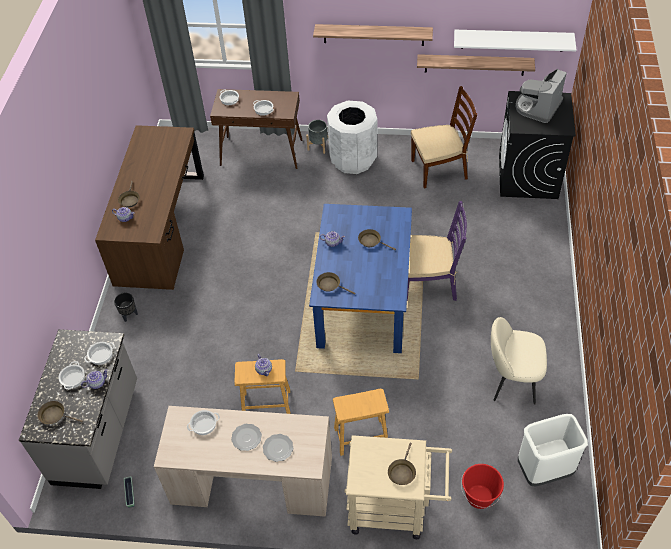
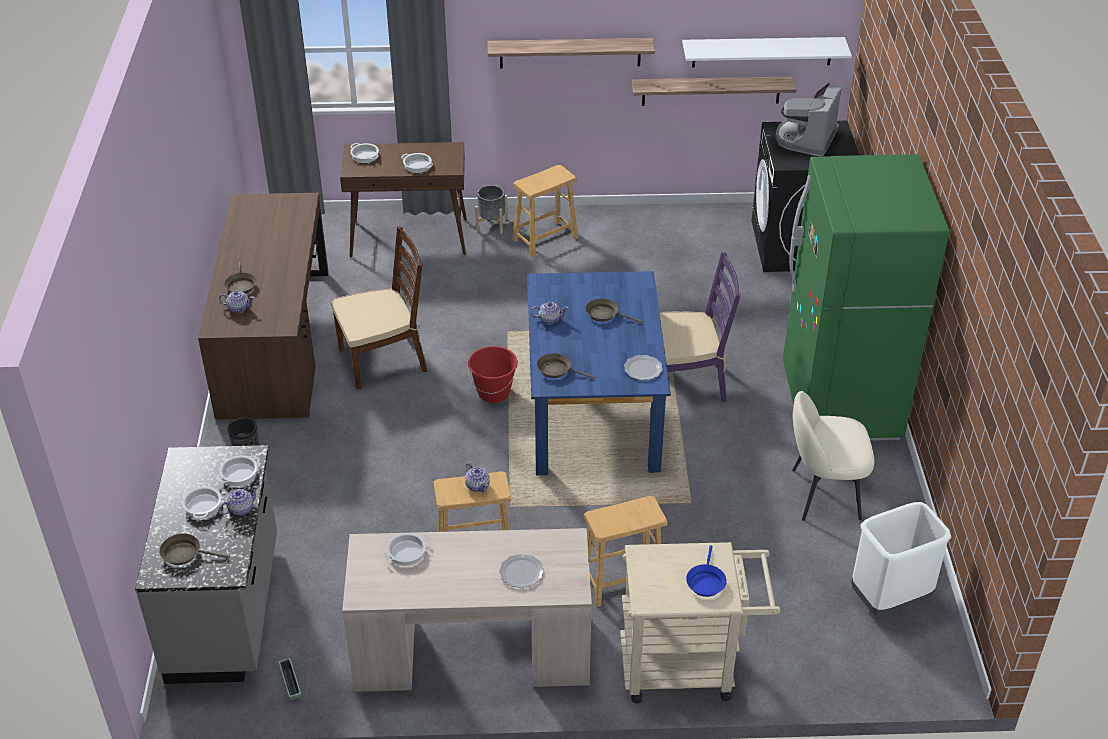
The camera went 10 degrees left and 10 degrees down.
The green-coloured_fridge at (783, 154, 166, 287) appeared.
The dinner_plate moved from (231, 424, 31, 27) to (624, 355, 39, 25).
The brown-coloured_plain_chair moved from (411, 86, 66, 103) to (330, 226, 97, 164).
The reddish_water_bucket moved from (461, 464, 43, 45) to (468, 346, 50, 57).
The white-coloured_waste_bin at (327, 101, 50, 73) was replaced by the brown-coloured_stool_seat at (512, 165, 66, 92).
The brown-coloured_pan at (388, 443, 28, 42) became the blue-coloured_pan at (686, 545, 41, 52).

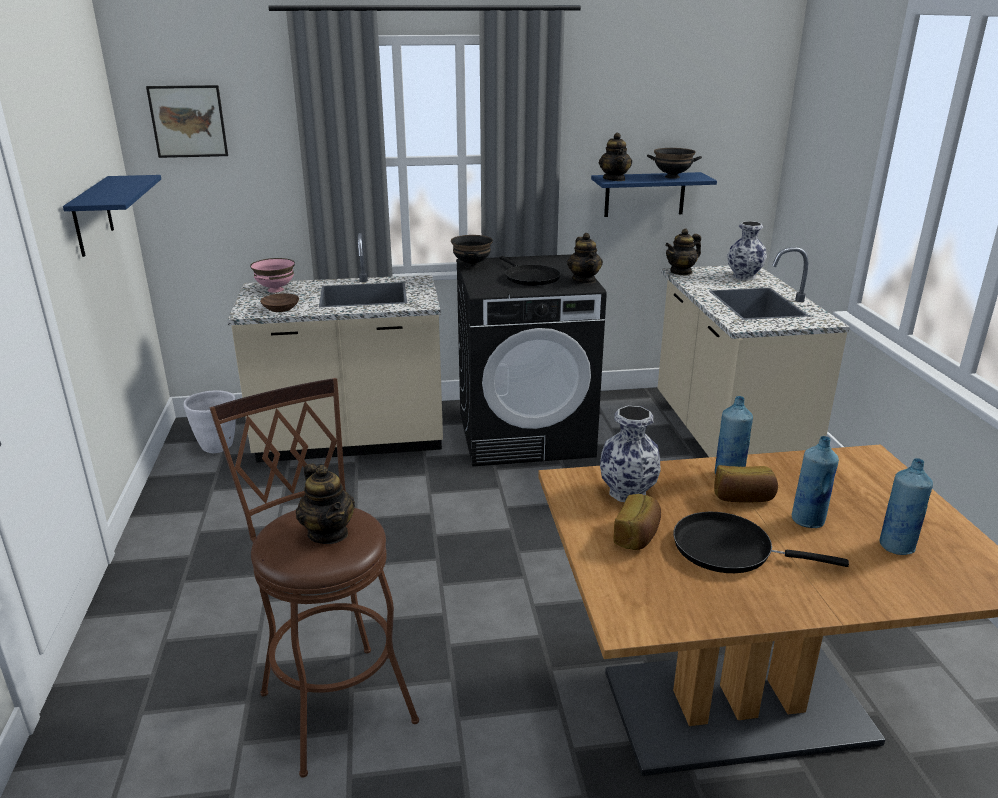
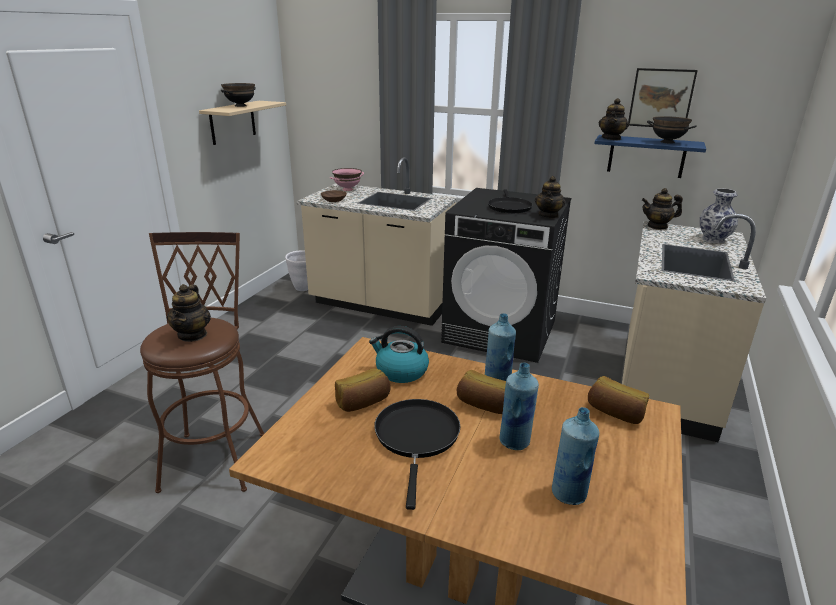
The camera went 30 degrees right and 0 degrees up.
The baked_bread at (588, 376, 61, 48) appeared.
The wall_picture moved from (146, 85, 82, 73) to (628, 68, 70, 59).
The black_deep_dish moved from (451, 235, 42, 33) to (221, 83, 35, 24).
The decorative_vase at (600, 406, 61, 96) was replaced by the tea_kettle at (369, 326, 60, 57).
The blue-coloured_wall_shelf at (63, 175, 98, 82) became the sand-coloured_wall_shelf at (199, 101, 87, 44).
The black_pan at (673, 512, 176, 61) turned 45 degrees clockwise.

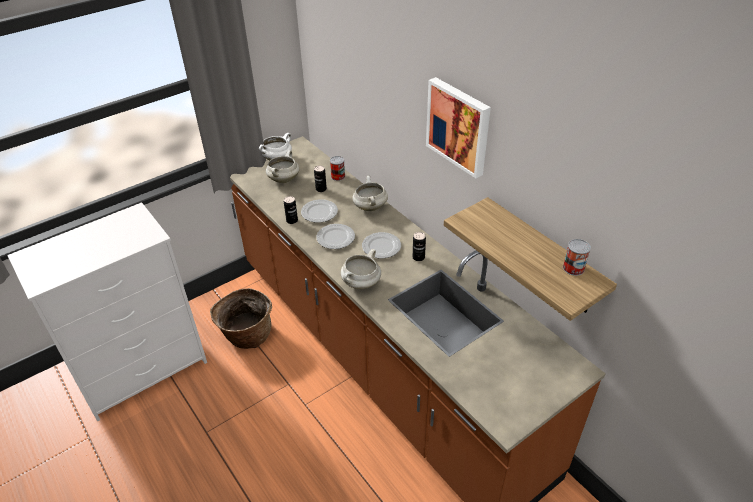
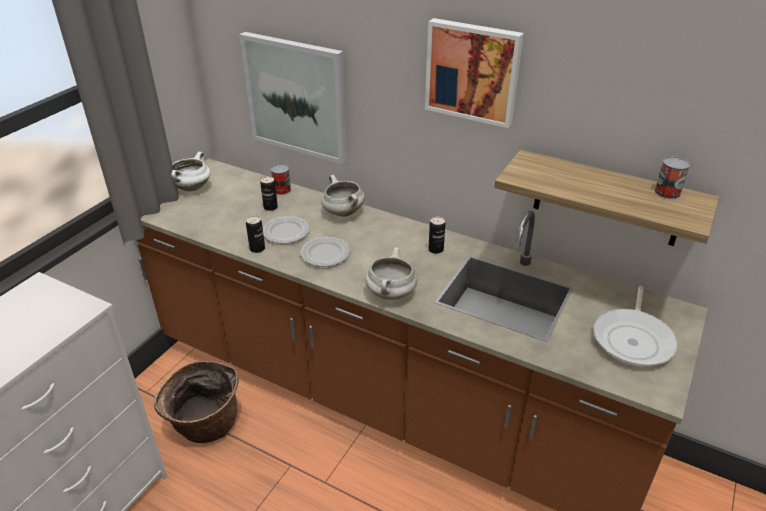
The camera went 25 degrees left and 5 degrees down.
The white-coloured_stockpot at (266, 150, 33, 33) disappeared.
The dinner_plate at (362, 232, 39, 26) disappeared.
The wall_picture at (239, 32, 108, 132) appeared.
The pan at (593, 286, 85, 80) appeared.

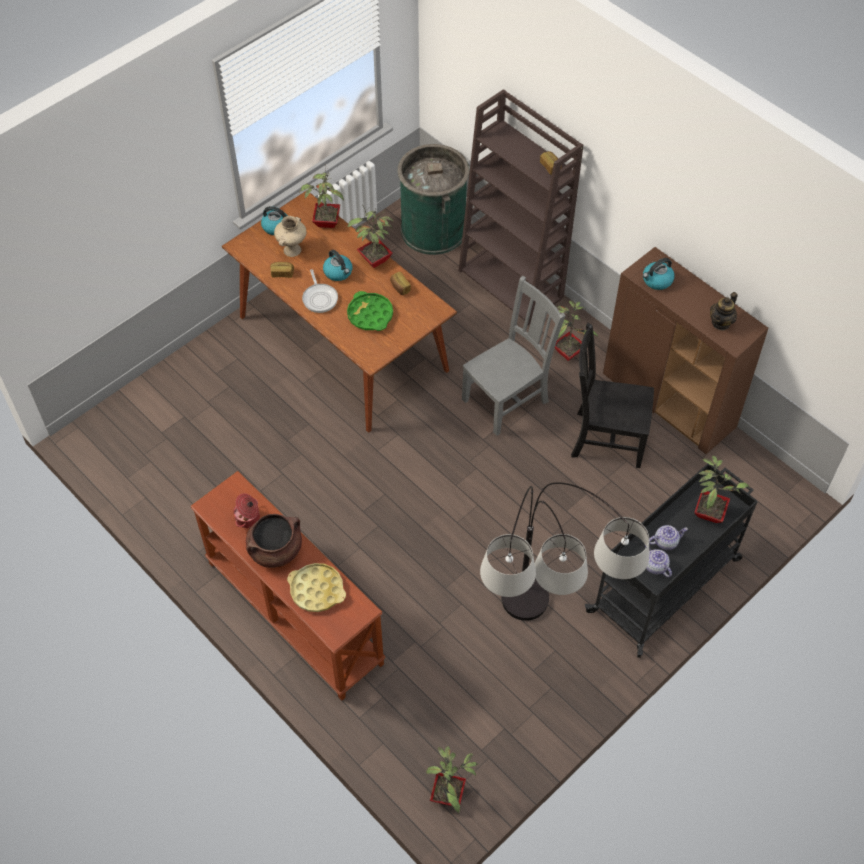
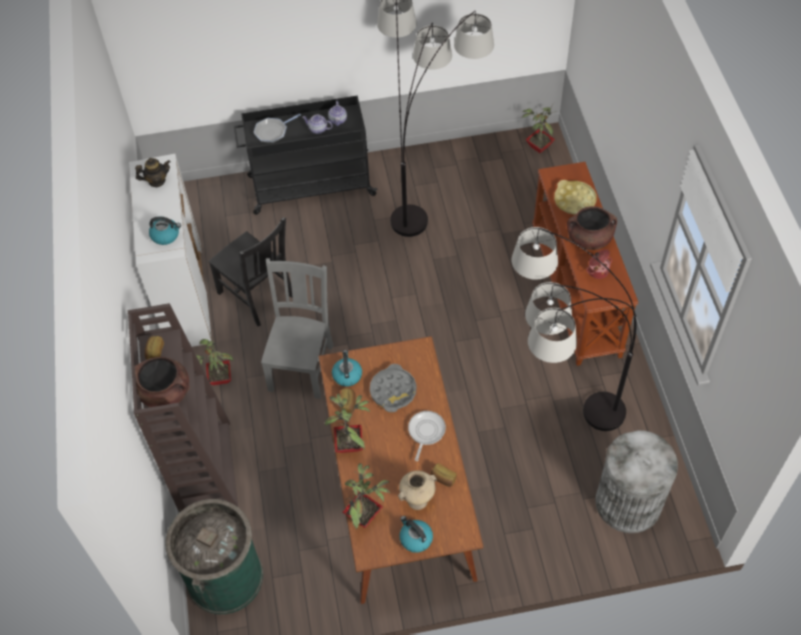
The camera went 145 degrees left and 0 degrees up.
The brown-coloured_stockpot at (135, 357, 55, 50) appeared.
The standard_lamp at (512, 227, 125, 204) appeared.
The greyish_waste_bin at (595, 430, 83, 103) appeared.
The tea_kettle moved from (323, 250, 30, 31) to (332, 350, 30, 37).
The houseplant at (694, 456, 56, 67) was replaced by the pan at (254, 114, 47, 29).
The green-coloured_serving_tray at (347, 291, 46, 40) became the greyish_serving_tray at (370, 364, 47, 48).
The brown-coloured_cabinet at (603, 247, 165, 207) became the white-coloured_cabinet at (129, 154, 83, 193).
The greyish_plain_chair at (462, 275, 103, 161) turned 105 degrees clockwise.

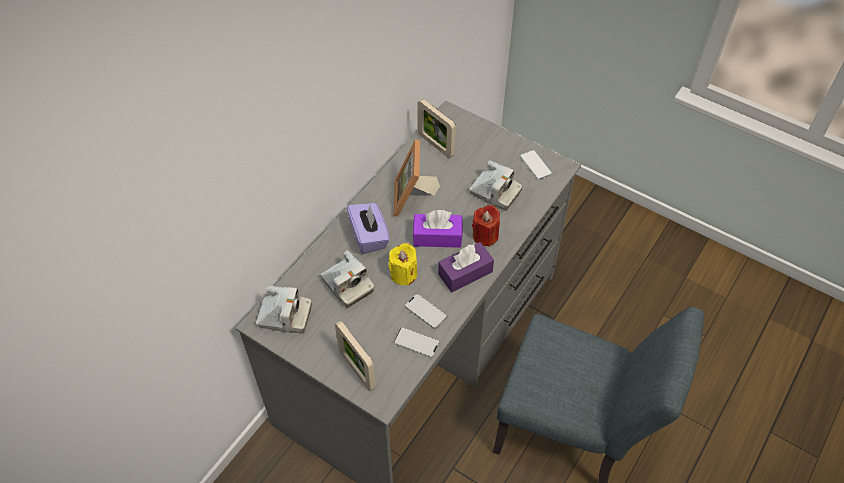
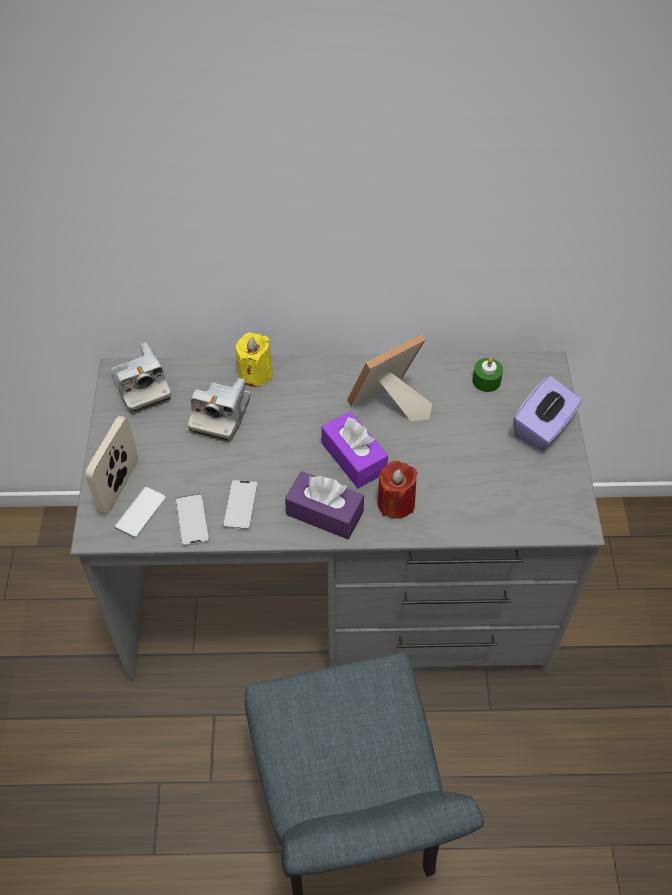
The camera went 55 degrees right and 0 degrees up.
The photo_camera at (469, 160, 53, 51) disappeared.
The purplish_box_of_tissues moved from (347, 203, 43, 51) to (513, 376, 69, 75).
The yellowish_wax_candle moved from (389, 243, 28, 43) to (236, 332, 37, 54).
The telephone moved from (520, 150, 32, 30) to (114, 486, 52, 52).
The picture_frame at (417, 99, 39, 59) was replaced by the green-coloured_wax_candle at (472, 358, 31, 34).

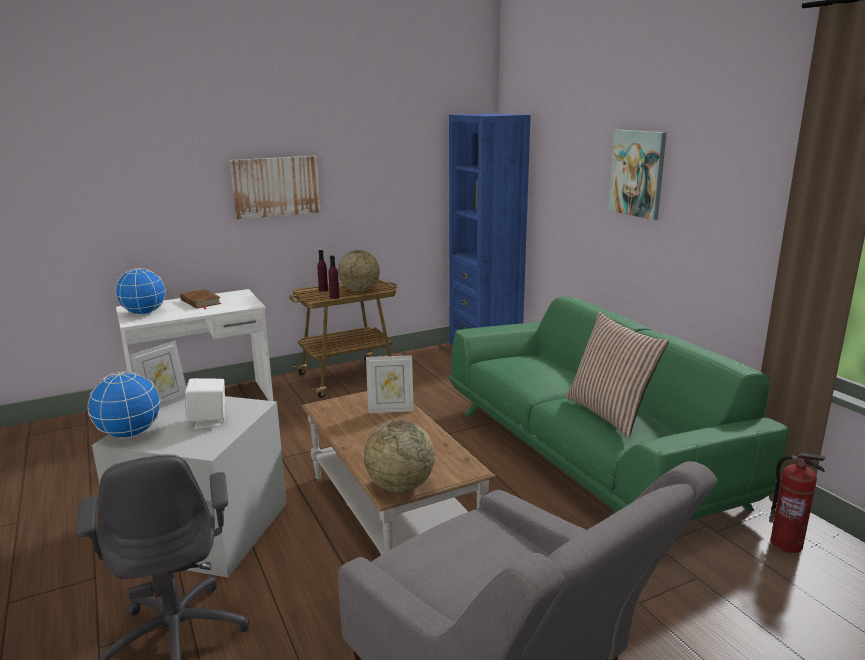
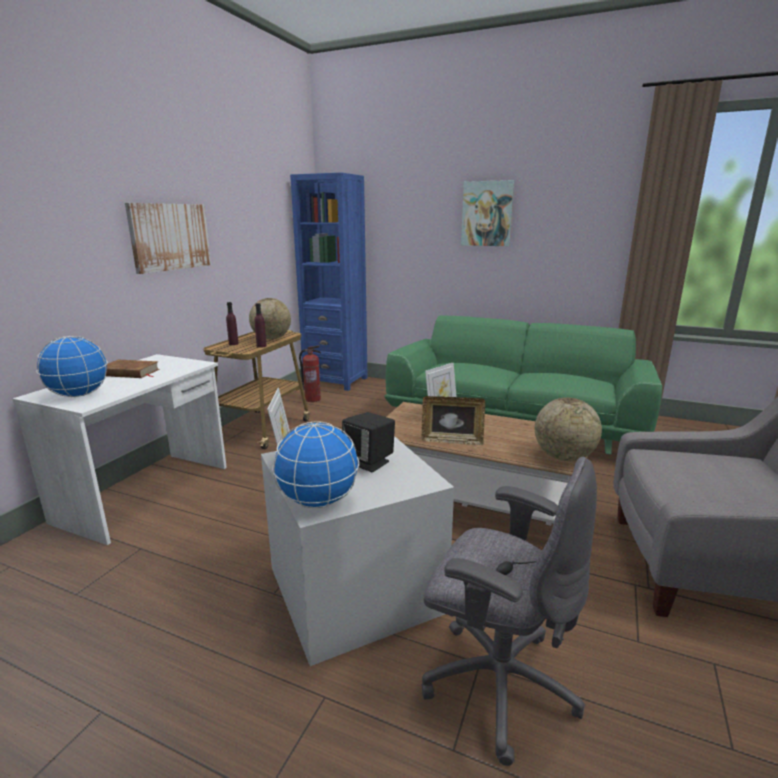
The camera went 40 degrees left and 0 degrees up.
The throw_pillow at (566, 311, 103, 127) disappeared.
The picture_frame at (421, 396, 64, 49) appeared.
The fire-fighting_cylinder moved from (769, 452, 57, 101) to (299, 345, 22, 57).
The white-coloured_speaker at (185, 378, 40, 51) became the black_speaker at (342, 412, 53, 60).

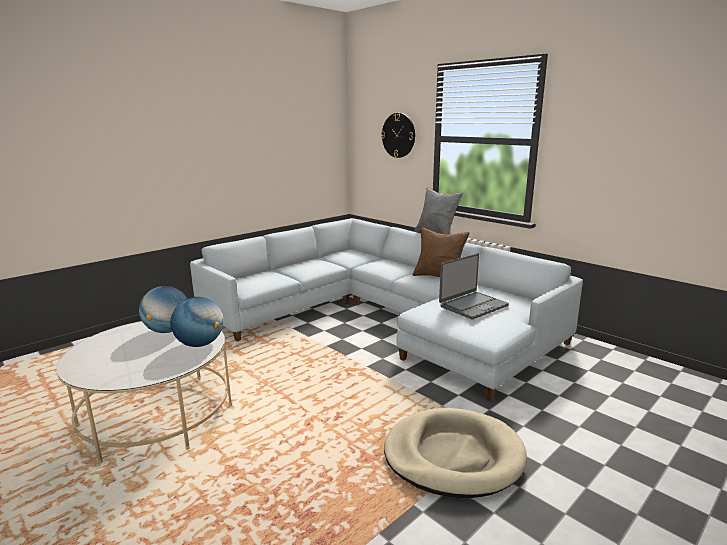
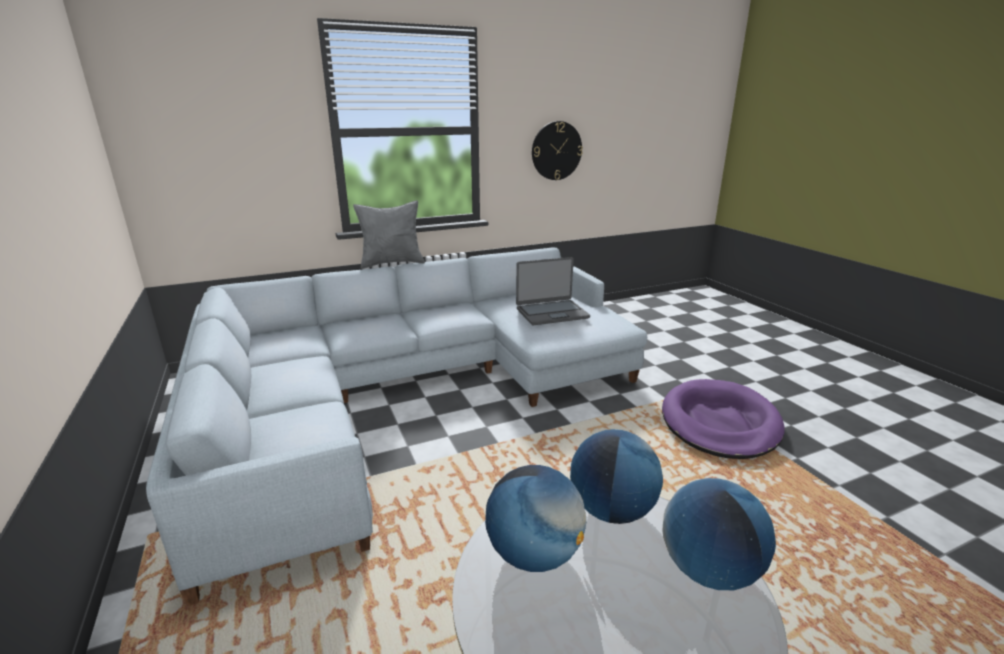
The camera went 70 degrees left and 5 degrees up.
The brown-coloured_throw_pillow at (413, 227, 56, 50) disappeared.
The world_globe at (662, 478, 114, 112) appeared.
The wall_clock moved from (381, 113, 34, 45) to (532, 121, 51, 59).
The sand-coloured_dog_cushion at (384, 408, 143, 90) became the purplish_dog_cushion at (662, 379, 123, 80).
The laptop at (439, 253, 70, 67) turned 90 degrees clockwise.

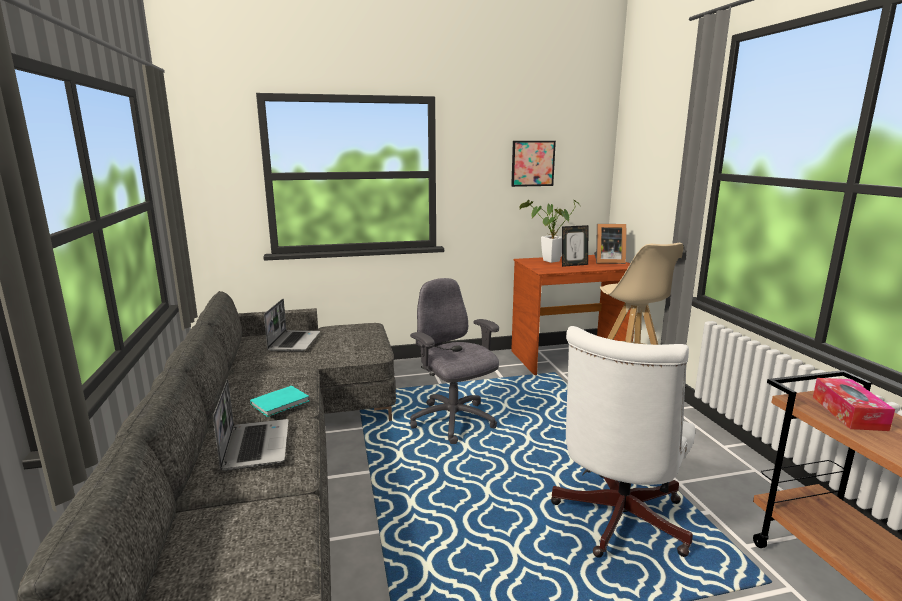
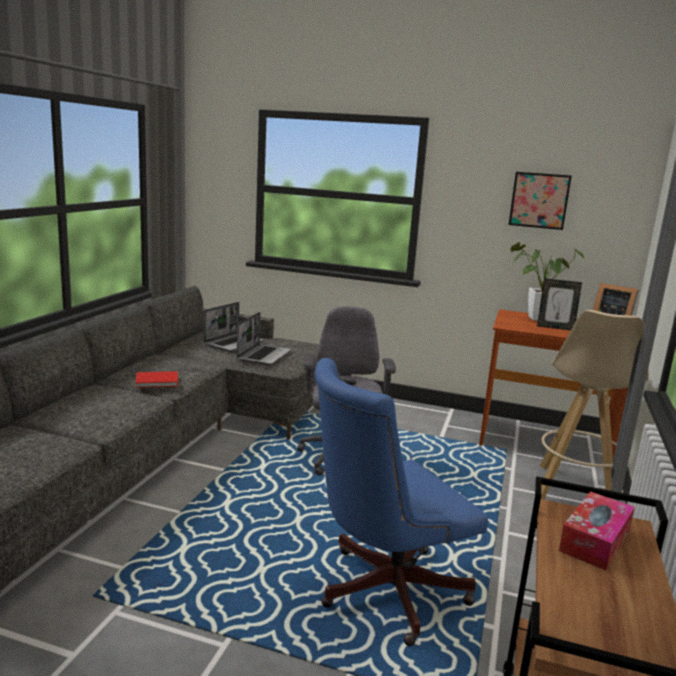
The camera went 30 degrees right and 0 degrees up.
The laptop moved from (213, 379, 76, 92) to (237, 312, 54, 53).
The turquoise-coloured_volume at (250, 386, 59, 31) became the reddish_volume at (136, 371, 42, 17).
The white-coloured_office_chair at (551, 326, 144, 232) became the blue-coloured_office_chair at (314, 358, 174, 288).

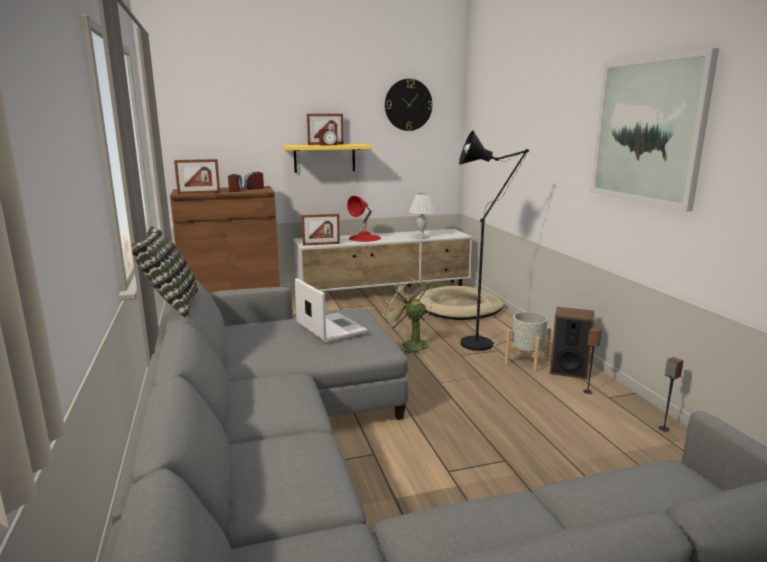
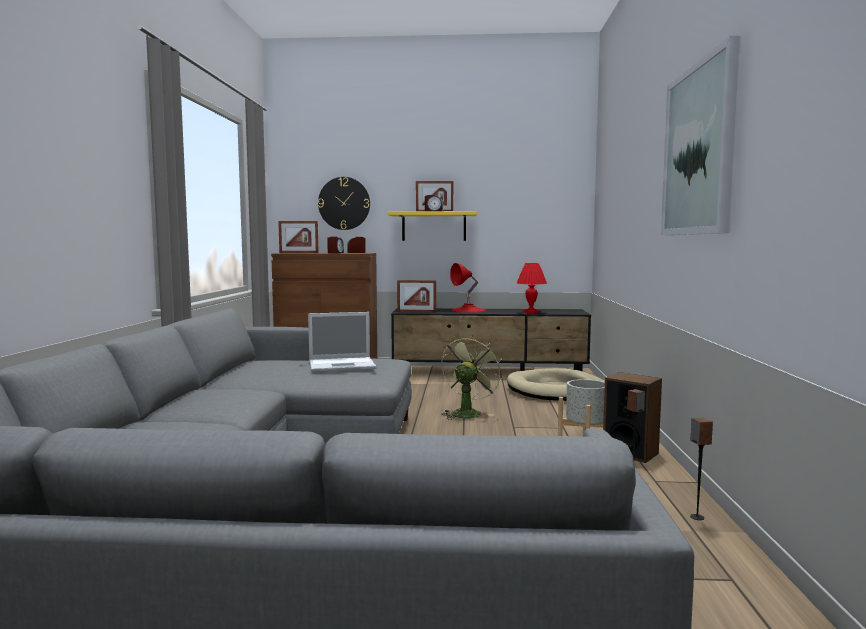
The camera went 20 degrees right and 10 degrees down.
The throw_pillow at (131, 226, 67, 92) disappeared.
The black_standard_lamp at (459, 131, 70, 220) disappeared.
The wall_clock moved from (385, 79, 48, 52) to (318, 177, 52, 53).
The white-coloured_media_console at (293, 229, 180, 62) became the black_media_console at (391, 308, 200, 63).
The white-coloured_lamp_for_a_table at (409, 193, 27, 46) became the reddish_lamp_for_a_table at (517, 263, 30, 51).
The laptop at (295, 278, 73, 64) turned 90 degrees clockwise.
The green-coloured_fan at (382, 277, 51, 77) turned 45 degrees clockwise.

